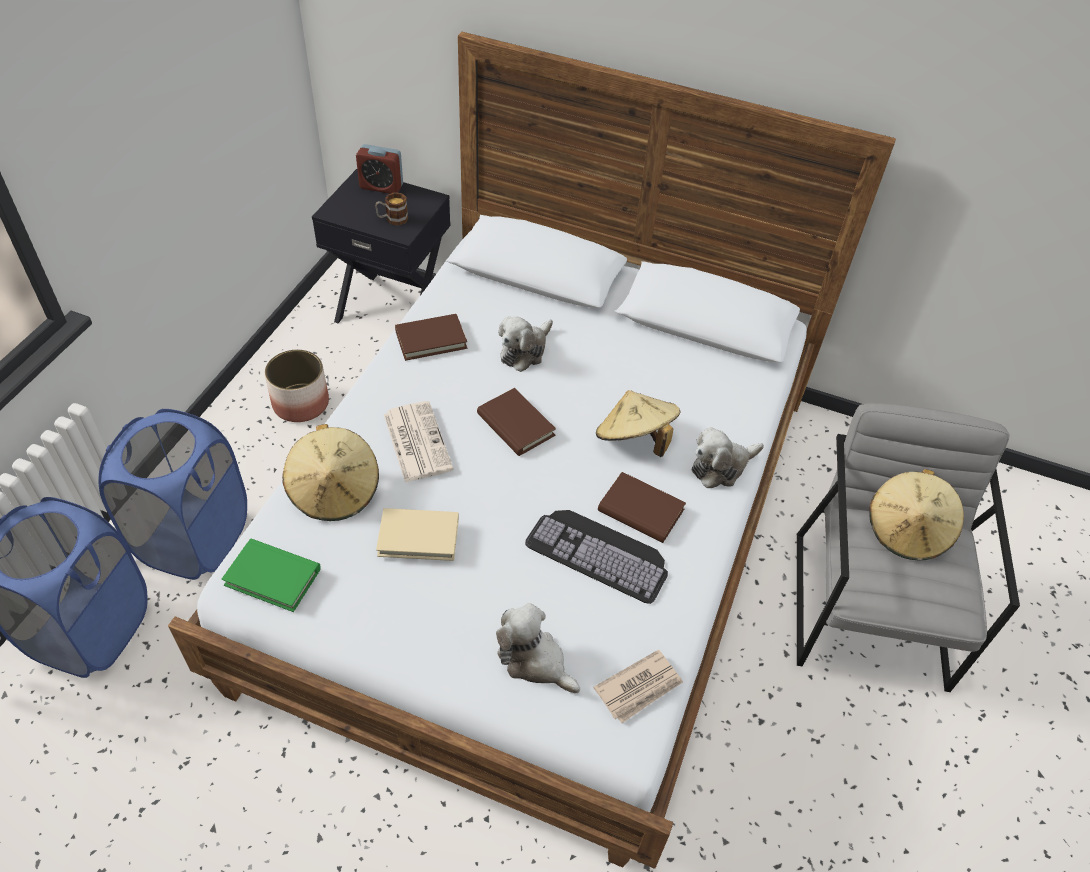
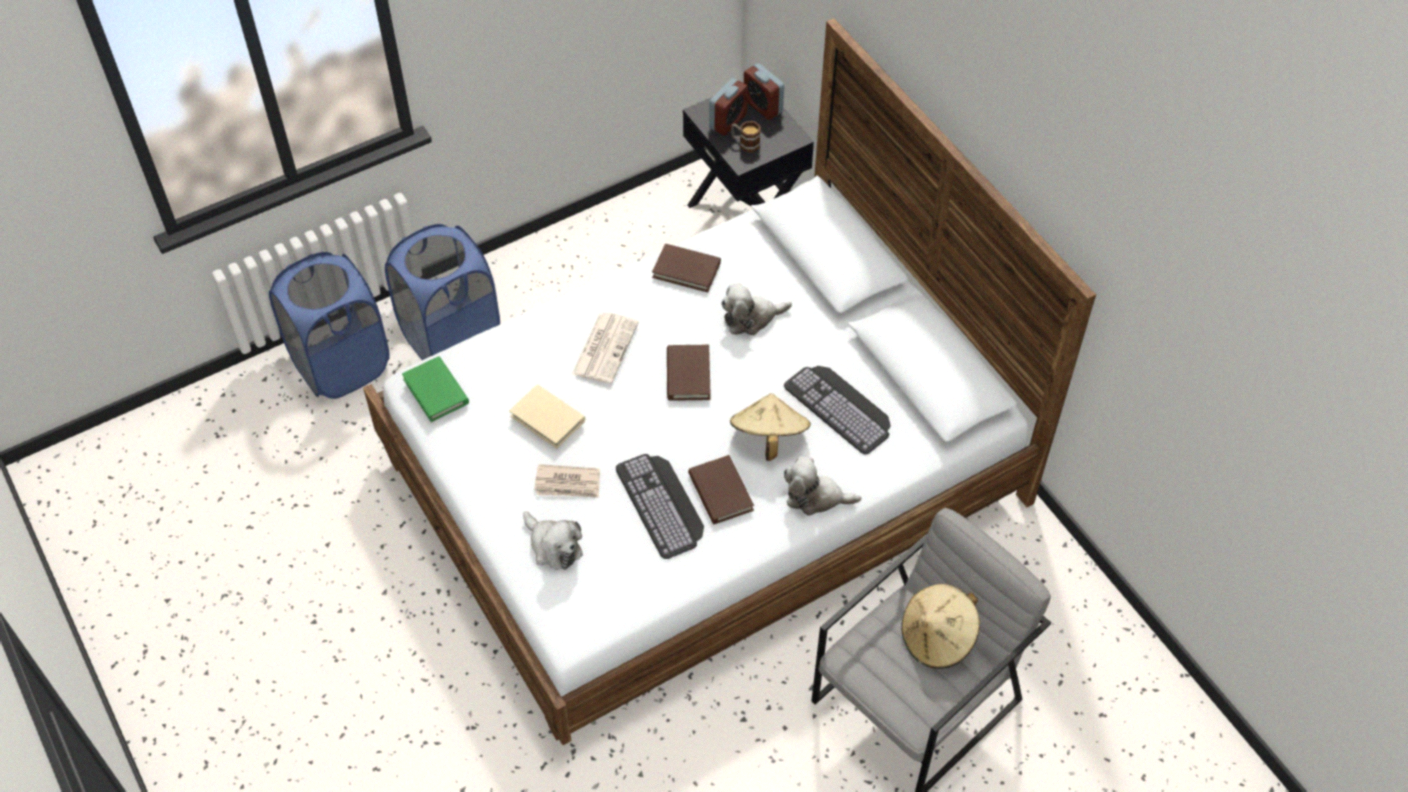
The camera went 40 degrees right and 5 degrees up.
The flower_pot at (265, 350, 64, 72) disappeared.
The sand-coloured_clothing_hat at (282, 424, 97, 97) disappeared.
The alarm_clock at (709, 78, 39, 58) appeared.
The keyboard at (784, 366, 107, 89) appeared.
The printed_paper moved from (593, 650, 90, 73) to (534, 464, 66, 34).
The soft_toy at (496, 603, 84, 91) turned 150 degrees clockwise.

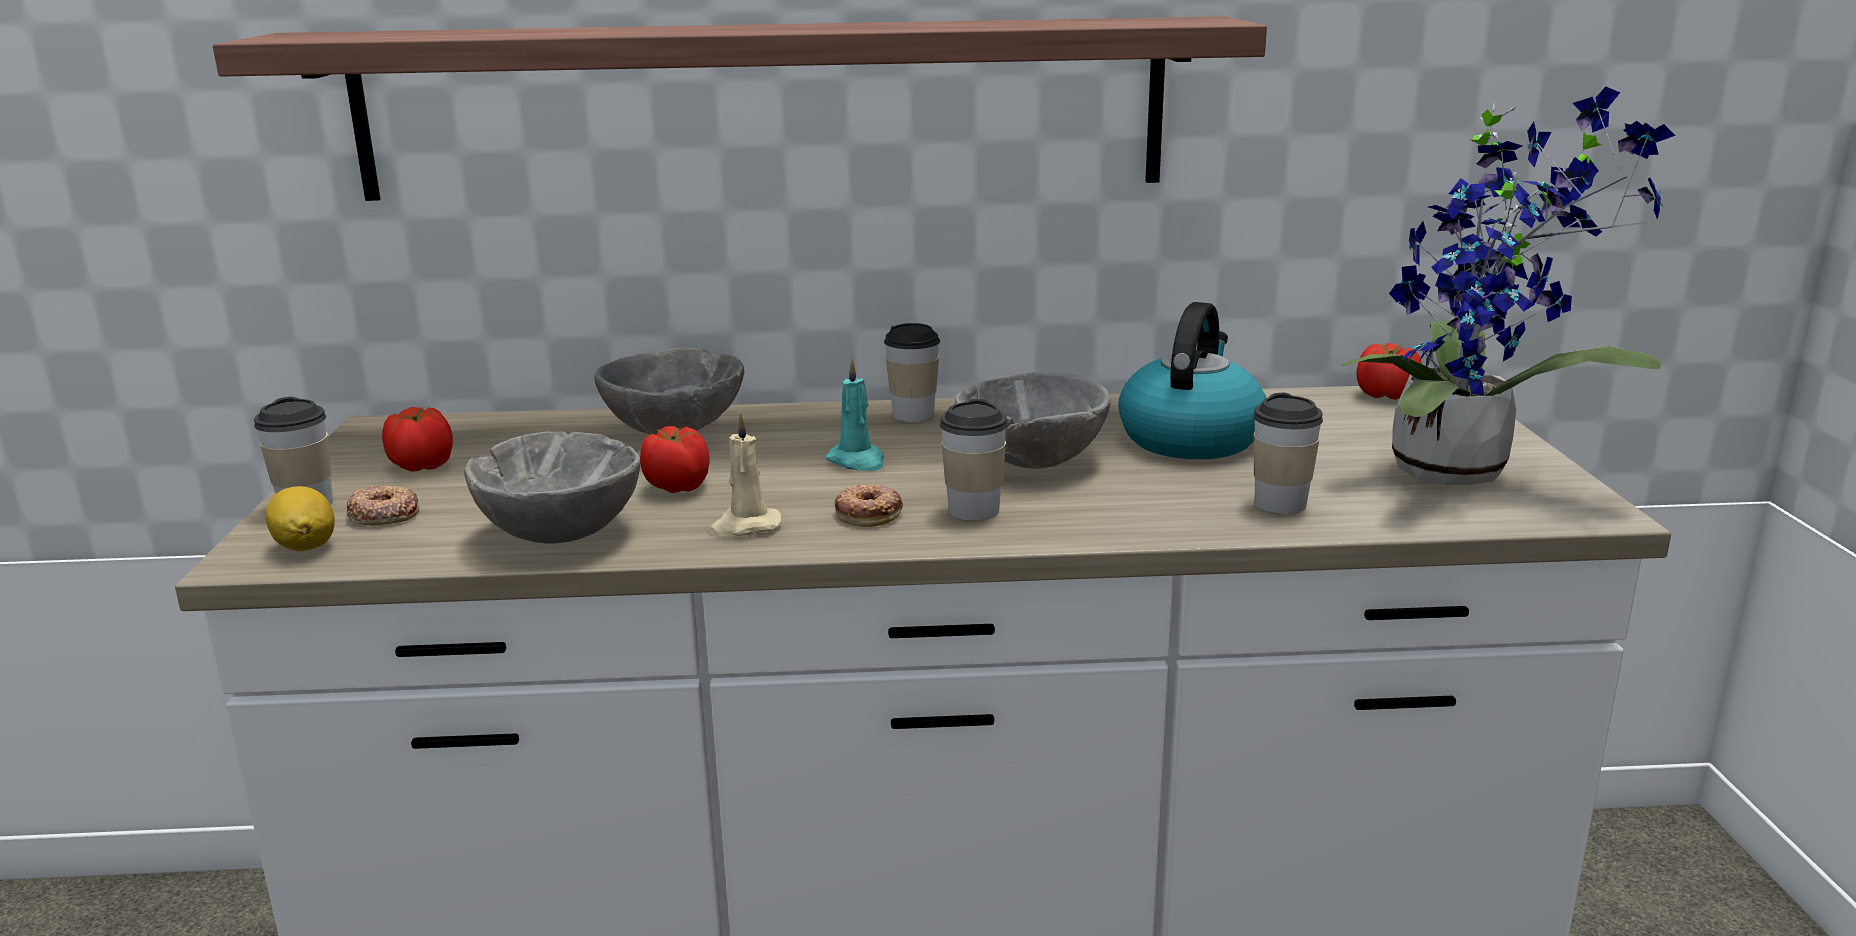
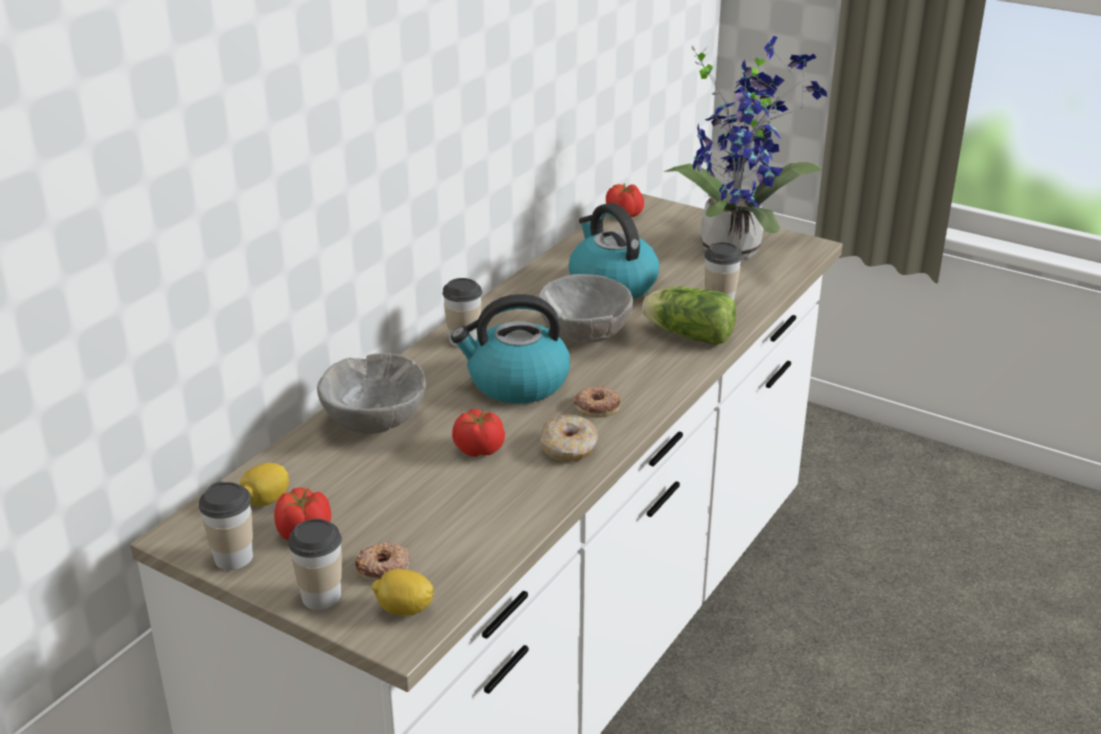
The camera went 55 degrees left and 10 degrees up.
The wall_shelf at (213, 16, 1054, 185) disappeared.
The greyish_deep_dish at (464, 432, 176, 112) disappeared.
The citrus_fruit at (240, 463, 49, 43) appeared.
The lettuce at (642, 286, 94, 59) appeared.
The drinking_cup moved from (940, 399, 68, 122) to (199, 482, 54, 88).
The sand-coloured_wax_candle at (709, 413, 73, 123) was replaced by the ring_doughnut at (540, 415, 58, 47).
The turquoise-coloured_wax_candle at (825, 358, 59, 113) was replaced by the tea_kettle at (451, 294, 119, 110).

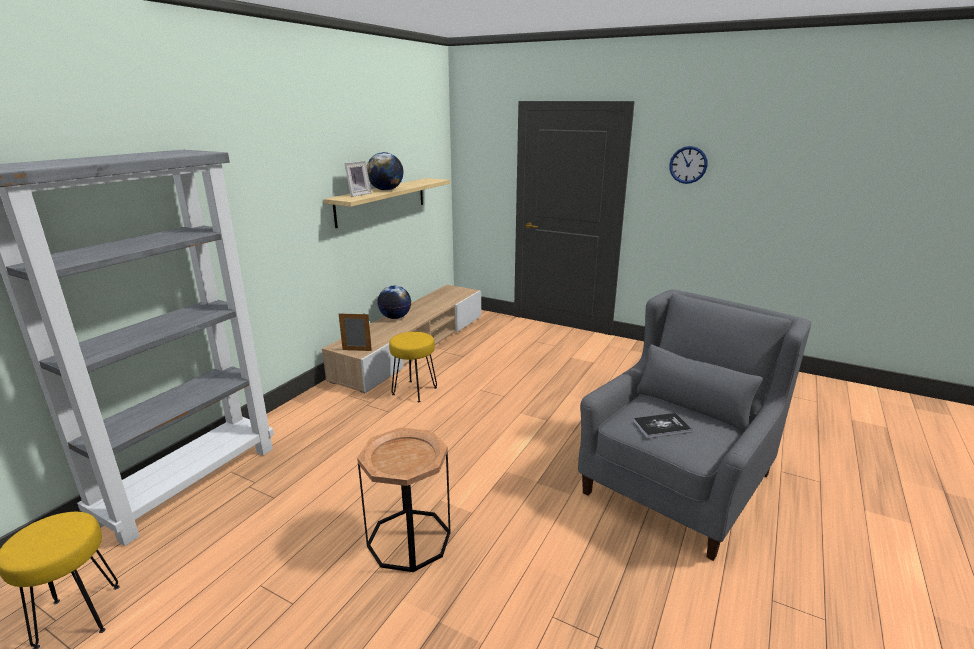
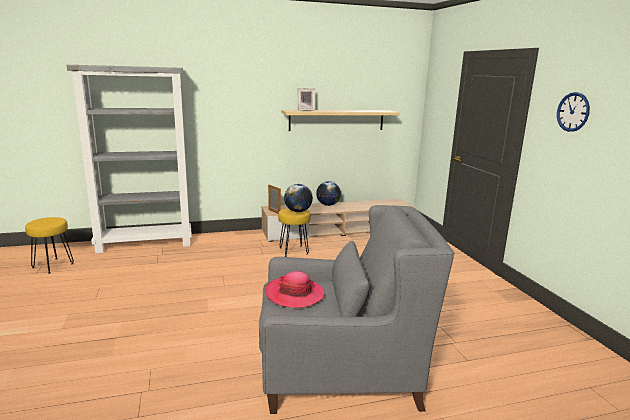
The camera went 45 degrees right and 5 degrees down.
The brown-coloured_side_table at (357, 428, 94, 144) disappeared.
The world_globe moved from (367, 152, 37, 39) to (284, 184, 29, 28).
The volume at (633, 413, 59, 25) was replaced by the clothing_hat at (265, 271, 59, 37).

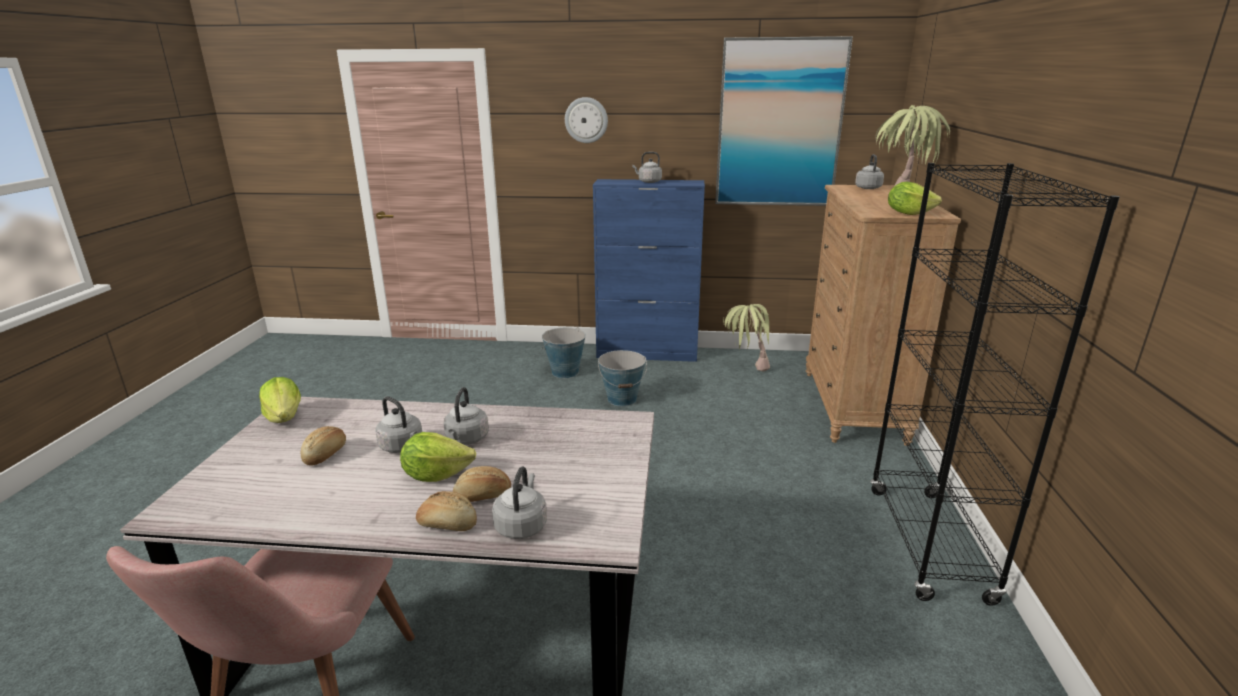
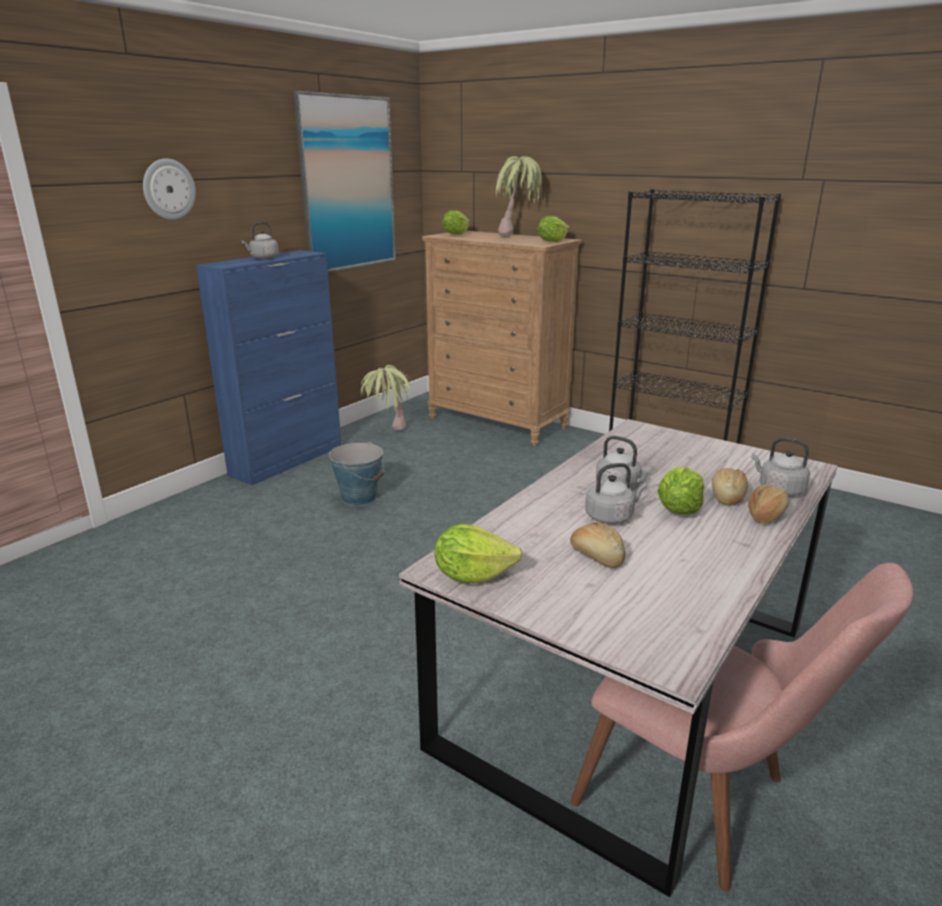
The camera went 60 degrees left and 0 degrees up.
The water_bucket at (542, 327, 44, 51) disappeared.
The greyish_tea_kettle at (855, 154, 29, 35) was replaced by the lettuce at (442, 210, 28, 24).

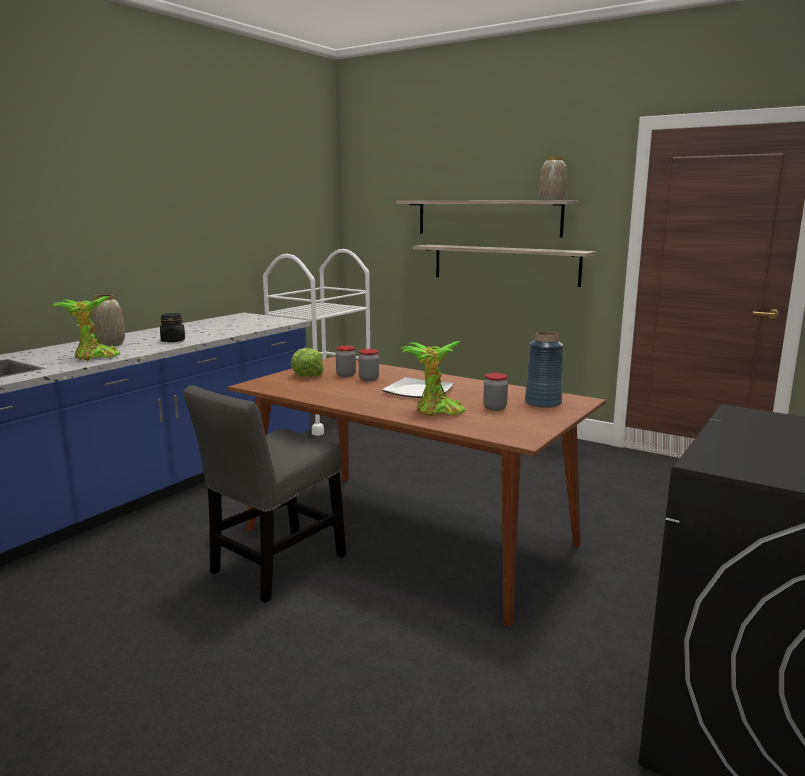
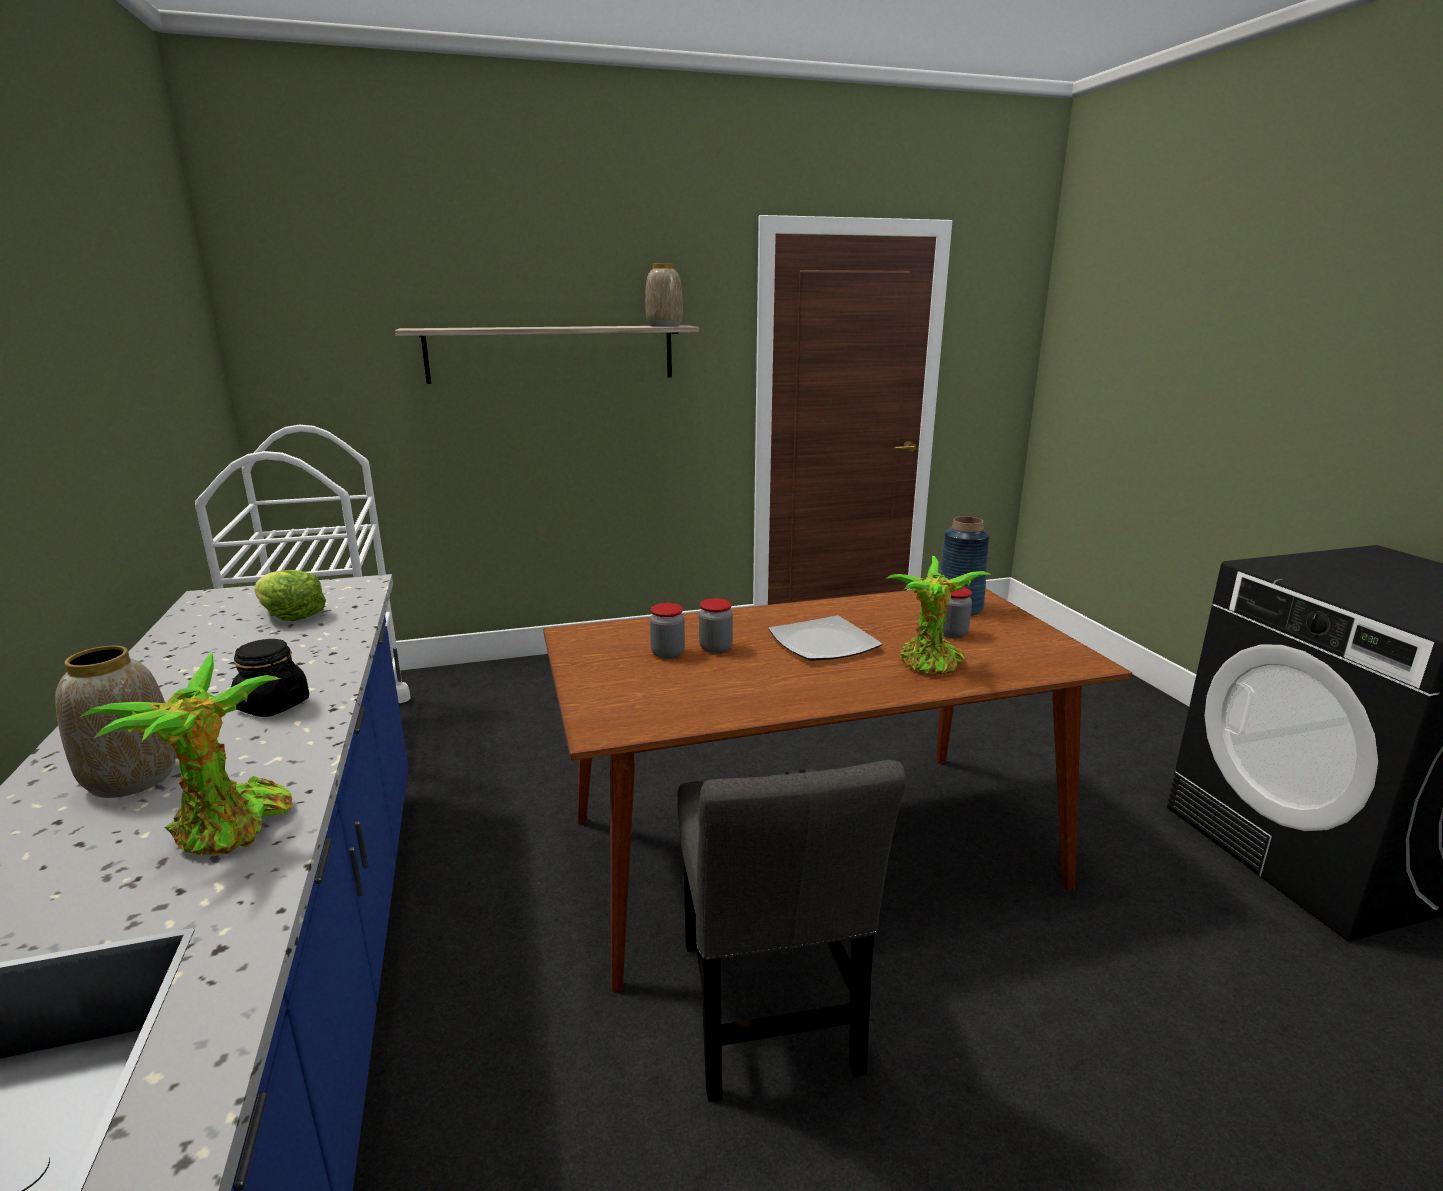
The camera went 50 degrees left and 5 degrees up.
The wall_shelf at (413, 245, 184, 42) disappeared.
The lettuce moved from (291, 348, 33, 29) to (254, 570, 72, 51).

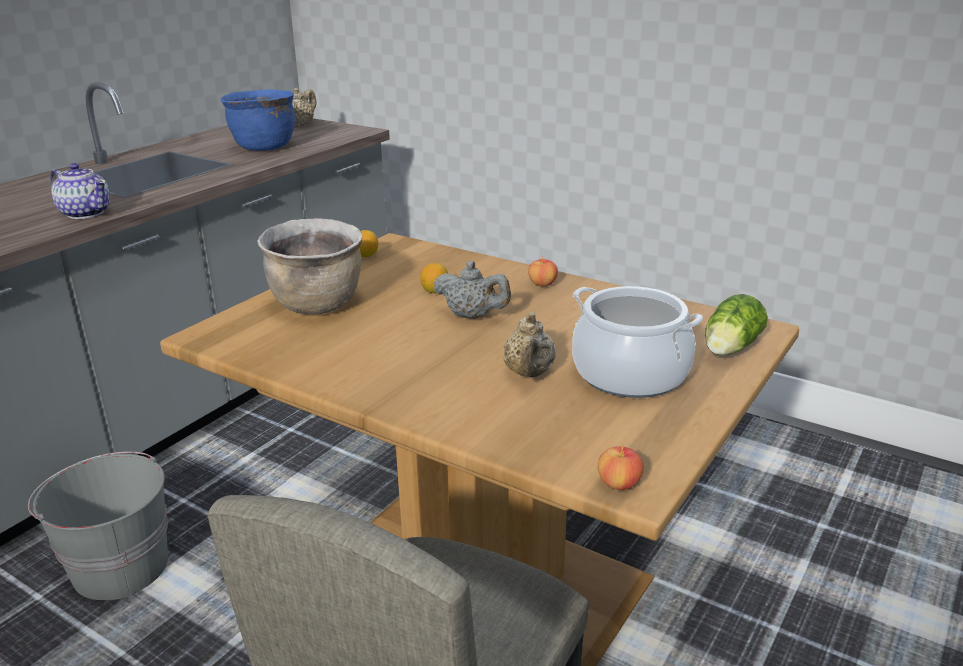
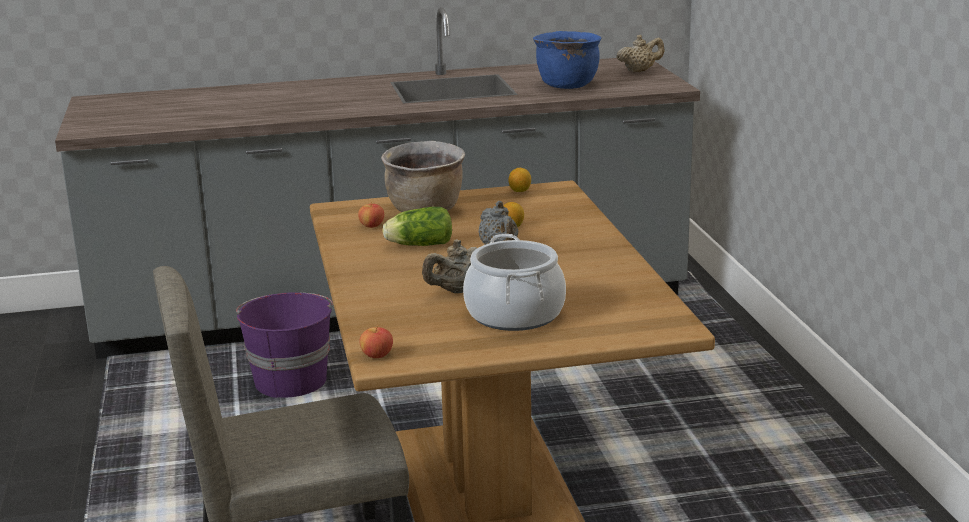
The camera went 45 degrees right and 5 degrees down.
The pot_for_tea at (50, 163, 60, 56) disappeared.
The whole_apple moved from (528, 256, 30, 31) to (358, 201, 26, 27).
The lettuce moved from (705, 294, 63, 61) to (382, 207, 70, 39).
The greyish_water_bucket at (28, 451, 140, 149) became the purplish_water_bucket at (236, 292, 97, 106).

